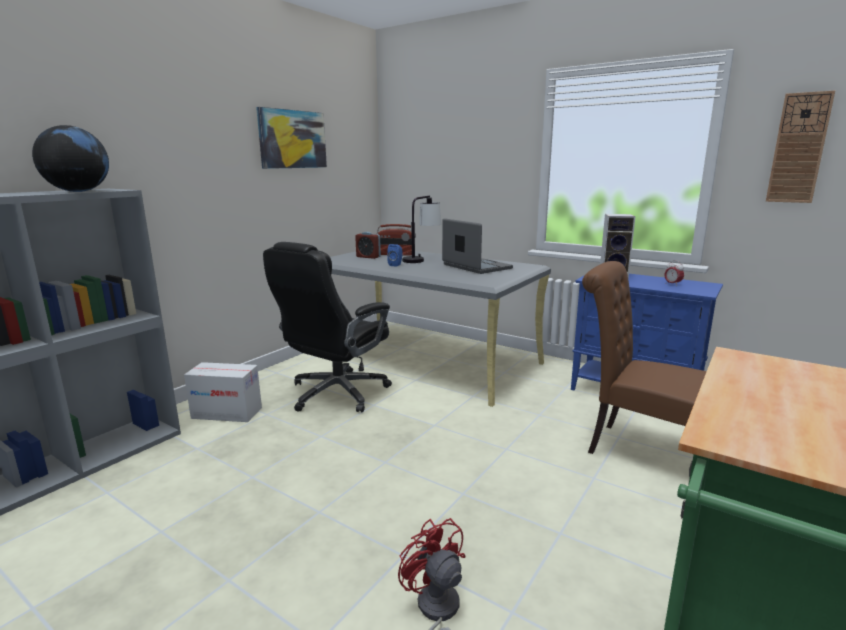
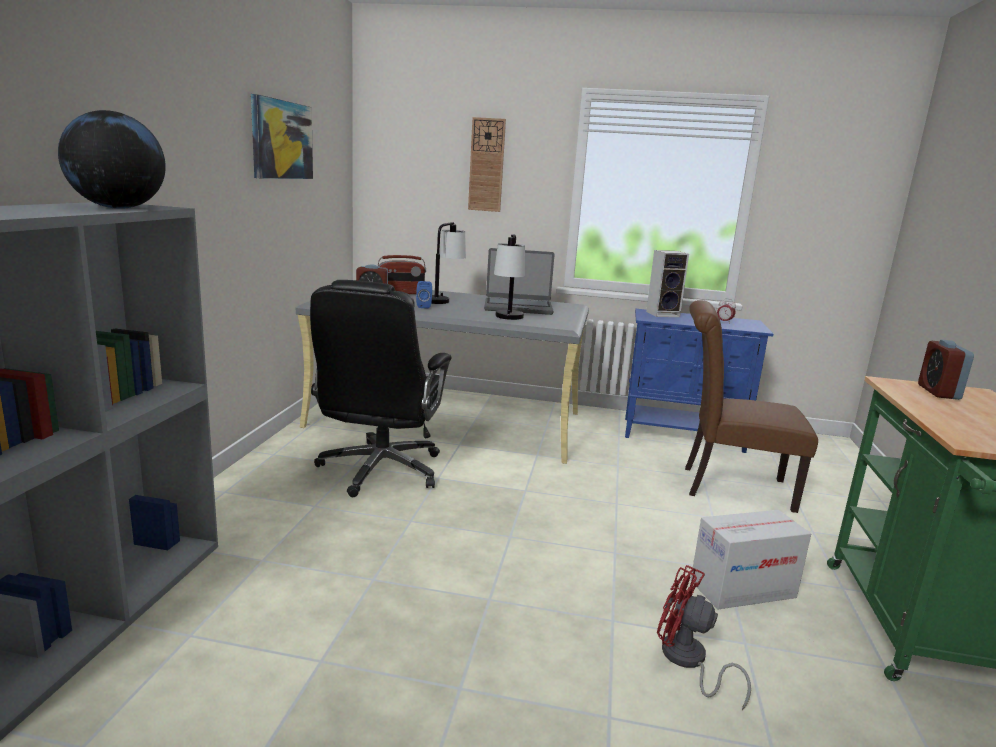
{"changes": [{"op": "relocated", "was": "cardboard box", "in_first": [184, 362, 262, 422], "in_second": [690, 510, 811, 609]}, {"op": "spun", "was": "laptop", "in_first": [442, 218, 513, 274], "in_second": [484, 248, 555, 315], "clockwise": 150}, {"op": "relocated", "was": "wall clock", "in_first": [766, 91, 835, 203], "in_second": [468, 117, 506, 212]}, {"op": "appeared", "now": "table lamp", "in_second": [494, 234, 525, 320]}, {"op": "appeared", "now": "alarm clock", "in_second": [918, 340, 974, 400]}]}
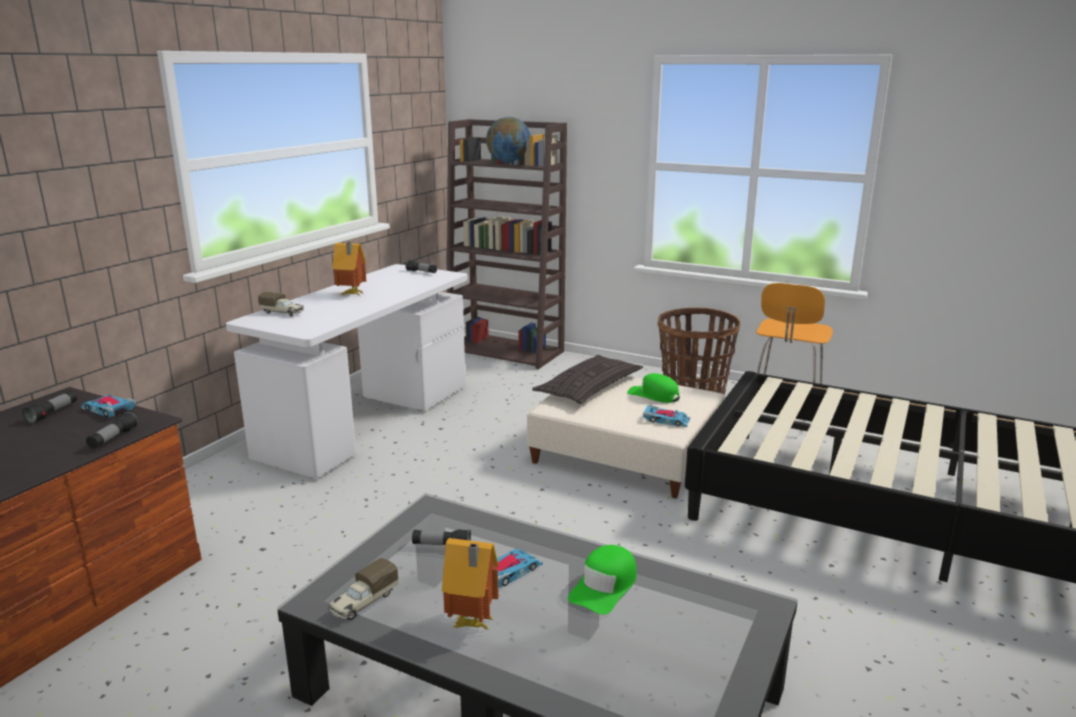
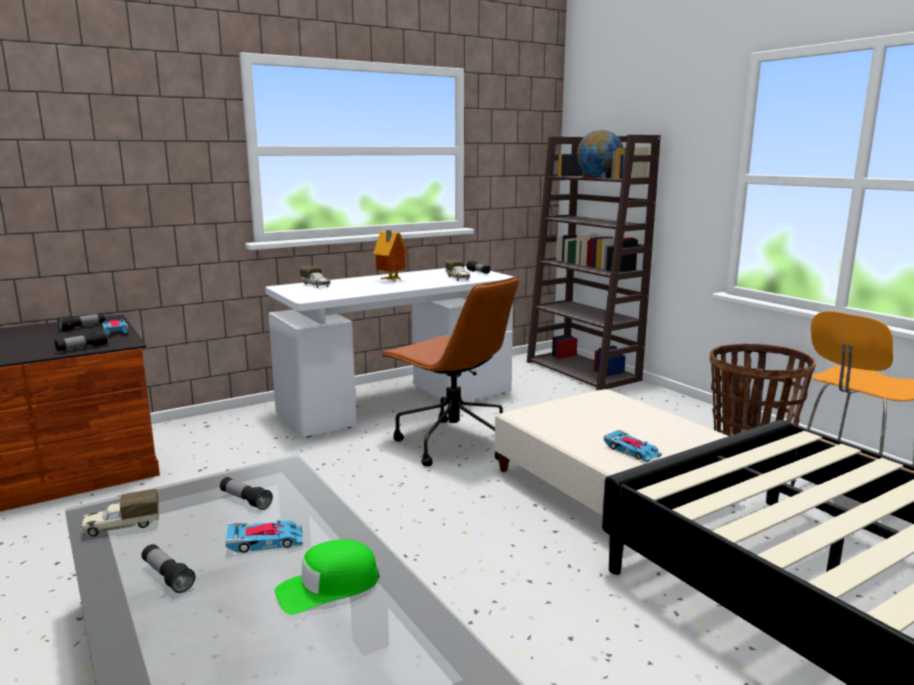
{"changes": [{"op": "exchanged", "was": "toy house", "now": "flashlight", "in_first": [442, 538, 499, 630], "in_second": [141, 544, 195, 593]}, {"op": "missing", "was": "pillow", "in_first": [532, 355, 643, 404]}, {"op": "missing", "was": "cap (green)", "in_first": [627, 373, 680, 403]}, {"op": "appeared", "now": "office chair (brown)", "in_second": [380, 276, 519, 466]}, {"op": "appeared", "now": "toy truck", "in_second": [446, 259, 471, 281]}]}
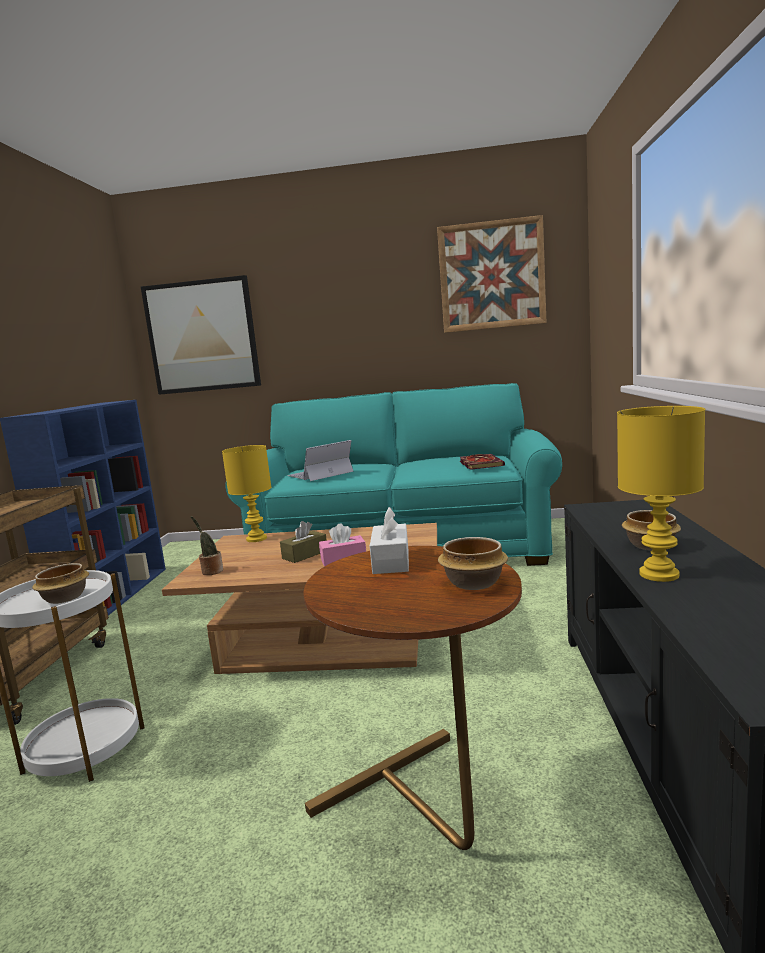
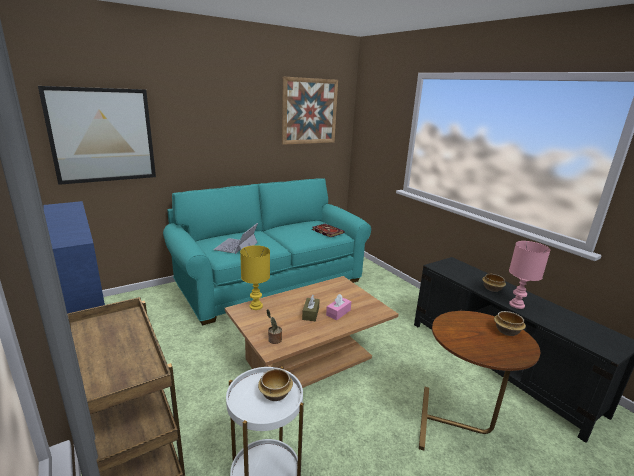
{"changes": [{"op": "missing", "was": "tissue box (white)", "in_first": [370, 507, 409, 574]}, {"op": "colour", "was": "table lamp (yellow)", "now": "table lamp (pink)", "in_first": [617, 406, 705, 582], "in_second": [509, 241, 551, 309]}]}
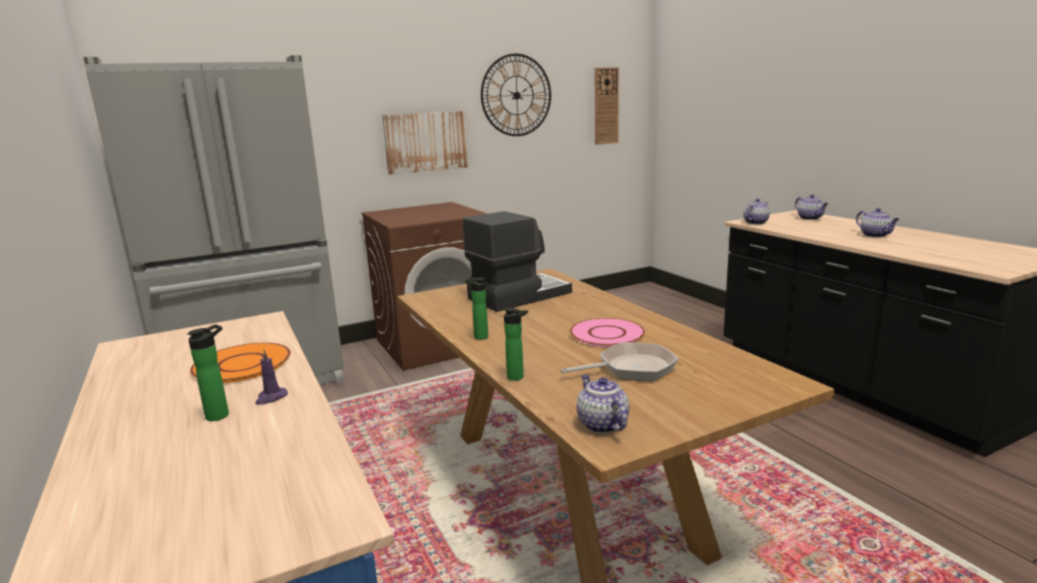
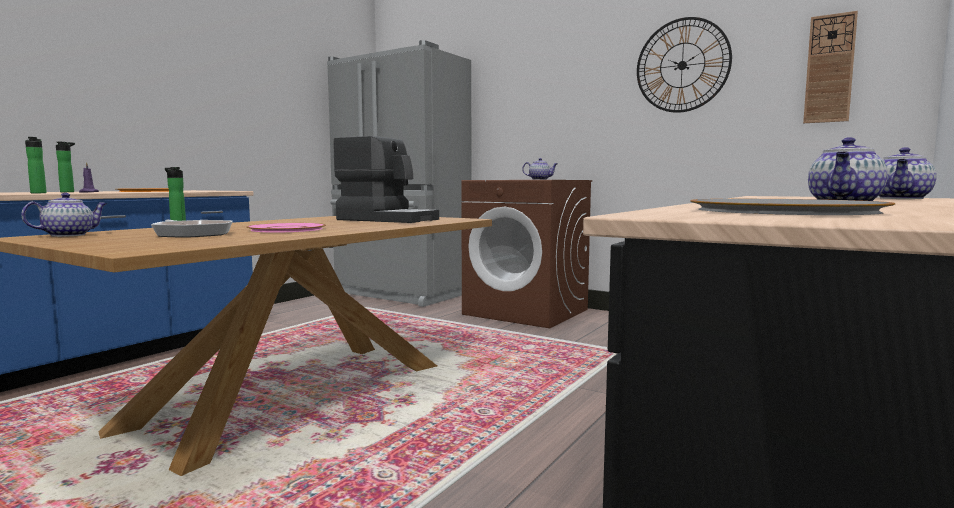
{"changes": [{"op": "missing", "was": "picture", "in_first": [382, 111, 469, 175]}, {"op": "relocated", "was": "bottle", "in_first": [464, 278, 488, 340], "in_second": [25, 137, 47, 193]}, {"op": "relocated", "was": "teapot", "in_first": [743, 198, 770, 224], "in_second": [522, 158, 557, 180]}, {"op": "appeared", "now": "plate (grey)", "in_second": [690, 199, 896, 215]}]}
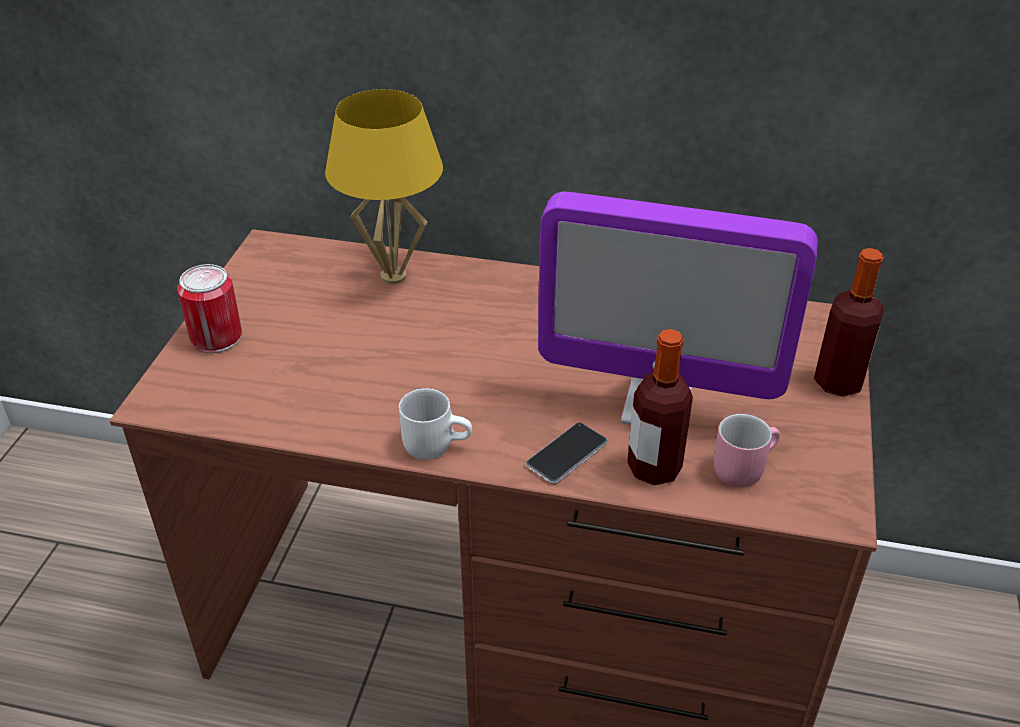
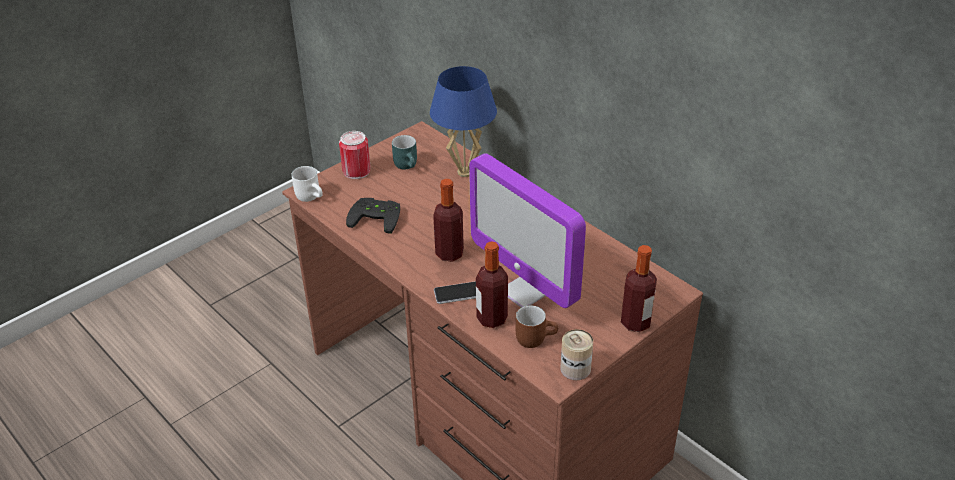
{"changes": [{"op": "colour", "was": "table lamp (yellow)", "now": "table lamp (blue)", "in_first": [325, 89, 443, 284], "in_second": [430, 66, 497, 177]}, {"op": "relocated", "was": "mug (white)", "in_first": [399, 388, 472, 460], "in_second": [292, 166, 323, 202]}, {"op": "colour", "was": "mug (pink)", "now": "mug (brown)", "in_first": [714, 414, 780, 488], "in_second": [516, 305, 558, 348]}, {"op": "appeared", "now": "game controller (black)", "in_second": [346, 198, 400, 234]}, {"op": "appeared", "now": "mug (turquoise)", "in_second": [392, 135, 417, 169]}, {"op": "appeared", "now": "bottle", "in_second": [433, 179, 464, 262]}, {"op": "appeared", "now": "can", "in_second": [560, 329, 593, 380]}]}
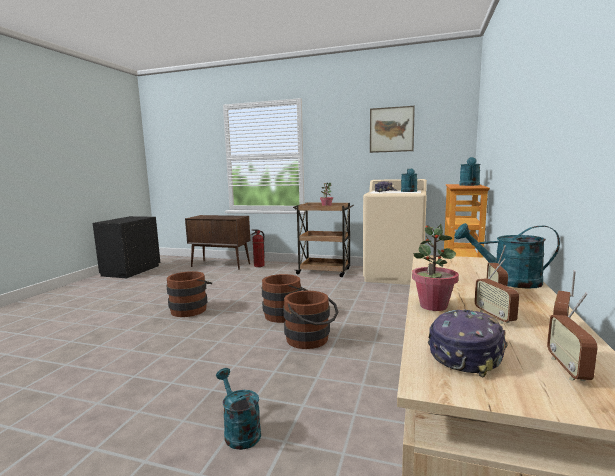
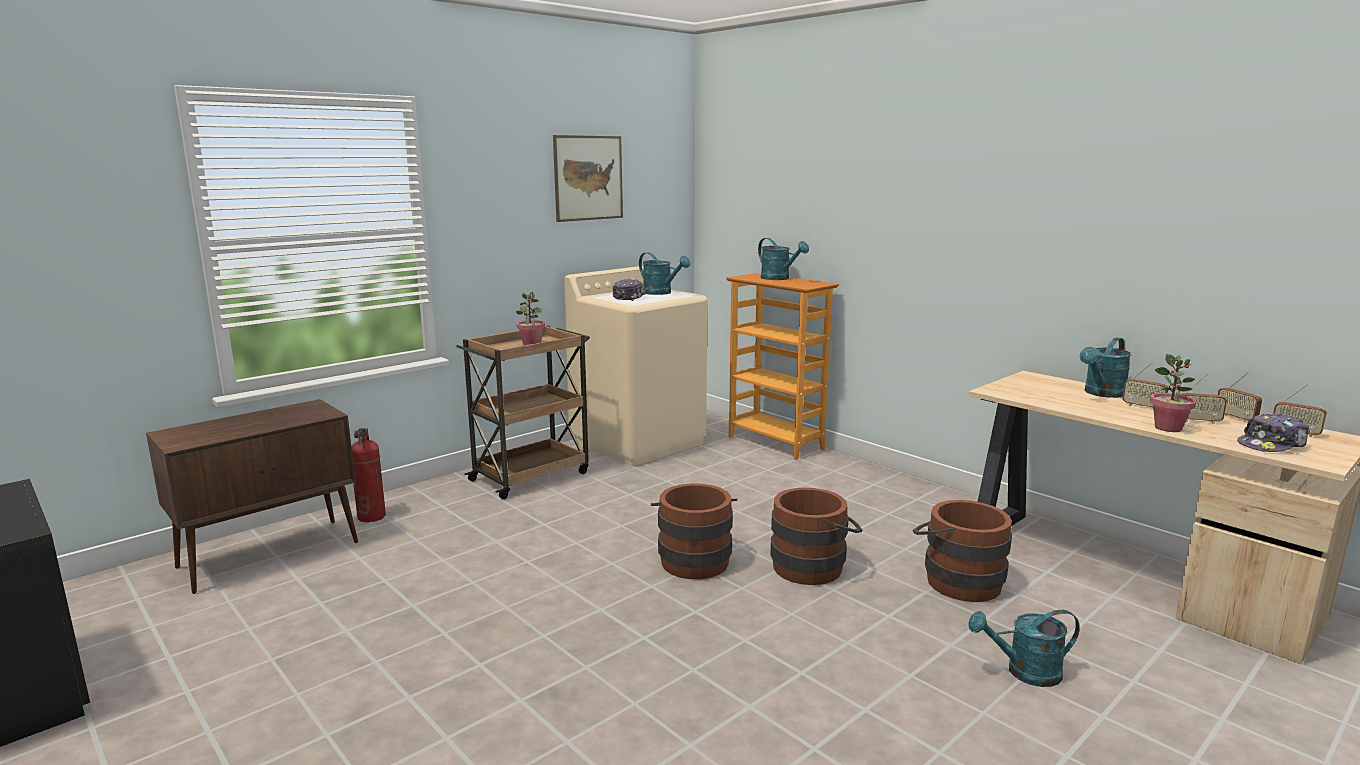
{"changes": [{"op": "relocated", "was": "bucket (brown)", "in_first": [167, 271, 212, 317], "in_second": [913, 500, 1012, 602]}, {"op": "spun", "was": "cap", "in_first": [428, 310, 508, 377], "in_second": [1237, 413, 1310, 452], "clockwise": -90}]}
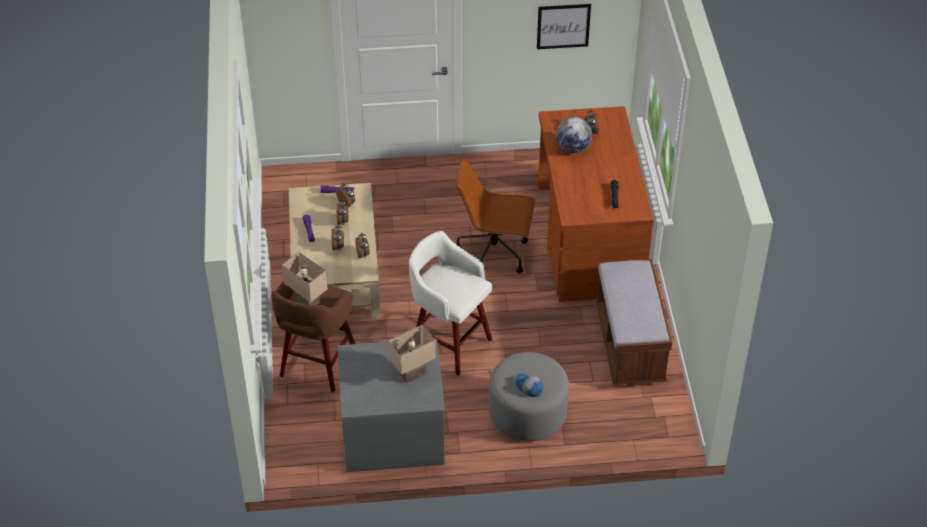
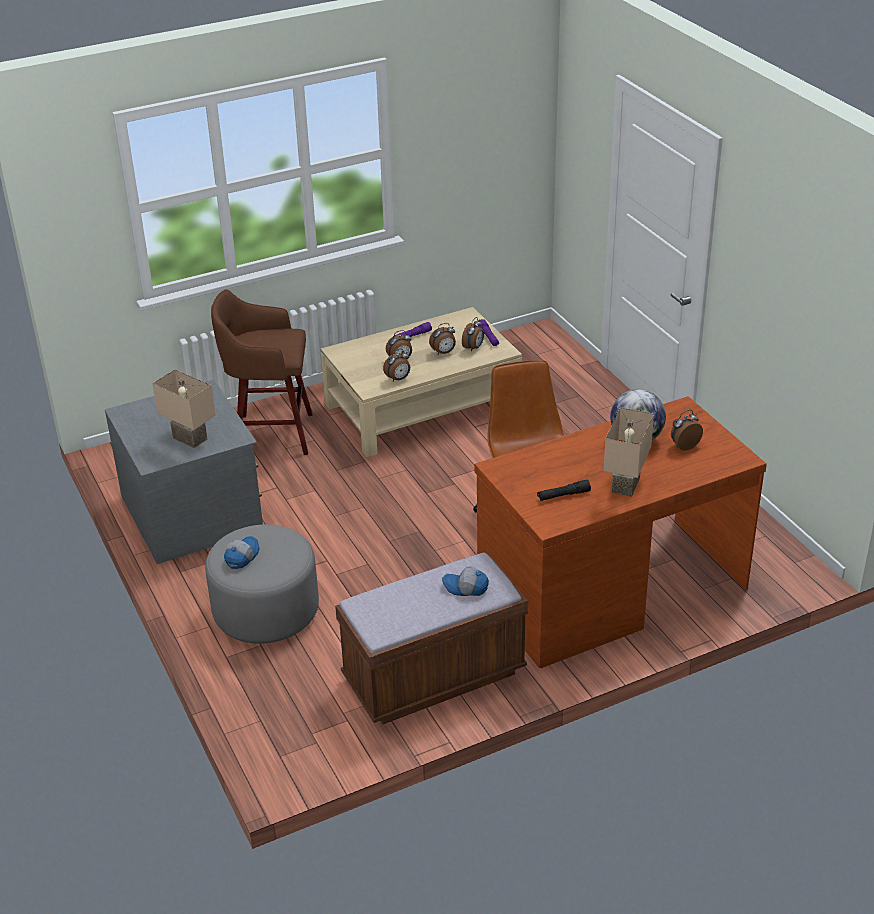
{"changes": [{"op": "relocated", "was": "table lamp (beige)", "in_first": [282, 252, 328, 305], "in_second": [604, 407, 654, 497]}, {"op": "missing", "was": "stool (white)", "in_first": [409, 231, 492, 376]}, {"op": "missing", "was": "picture", "in_first": [537, 4, 591, 49]}, {"op": "appeared", "now": "cap", "in_second": [442, 566, 489, 596]}]}
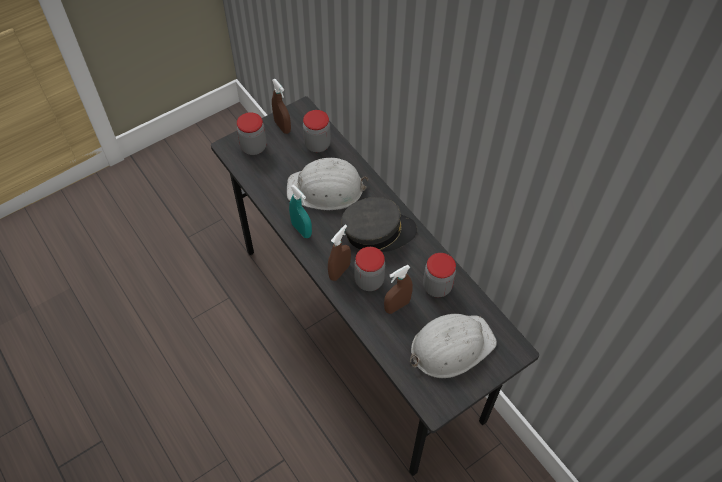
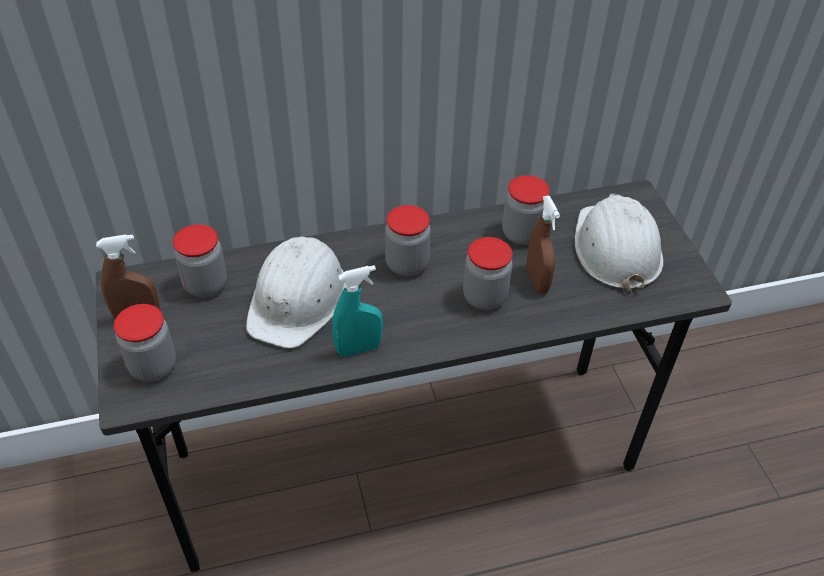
{"changes": [{"op": "missing", "was": "spray bottle (brown)", "in_first": [328, 225, 351, 281]}, {"op": "exchanged", "was": "cap (grey)", "now": "jar", "in_first": [341, 197, 417, 252], "in_second": [385, 205, 431, 276]}]}
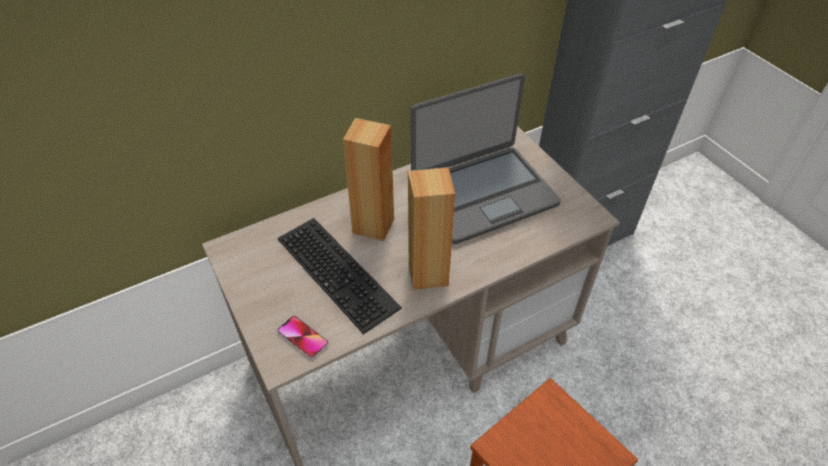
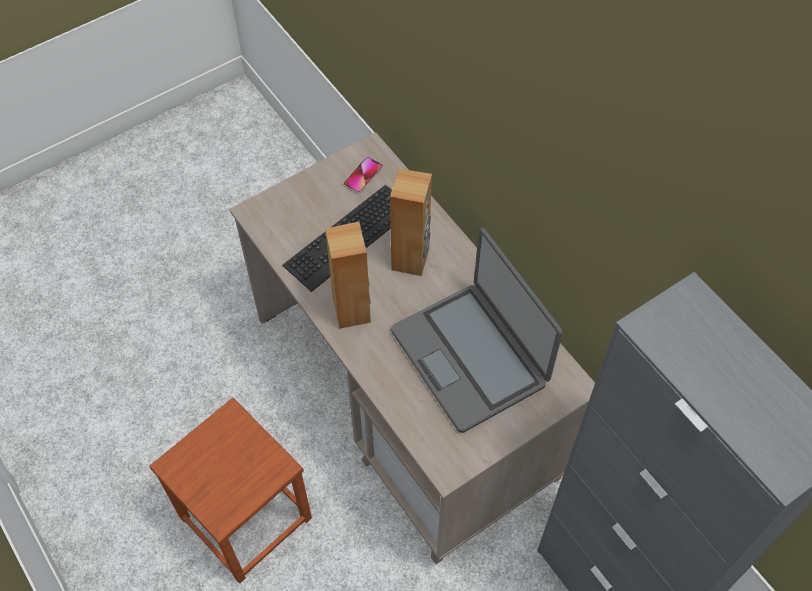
{"changes": [{"op": "relocated", "was": "phone", "in_first": [277, 315, 329, 359], "in_second": [343, 157, 383, 194]}]}
